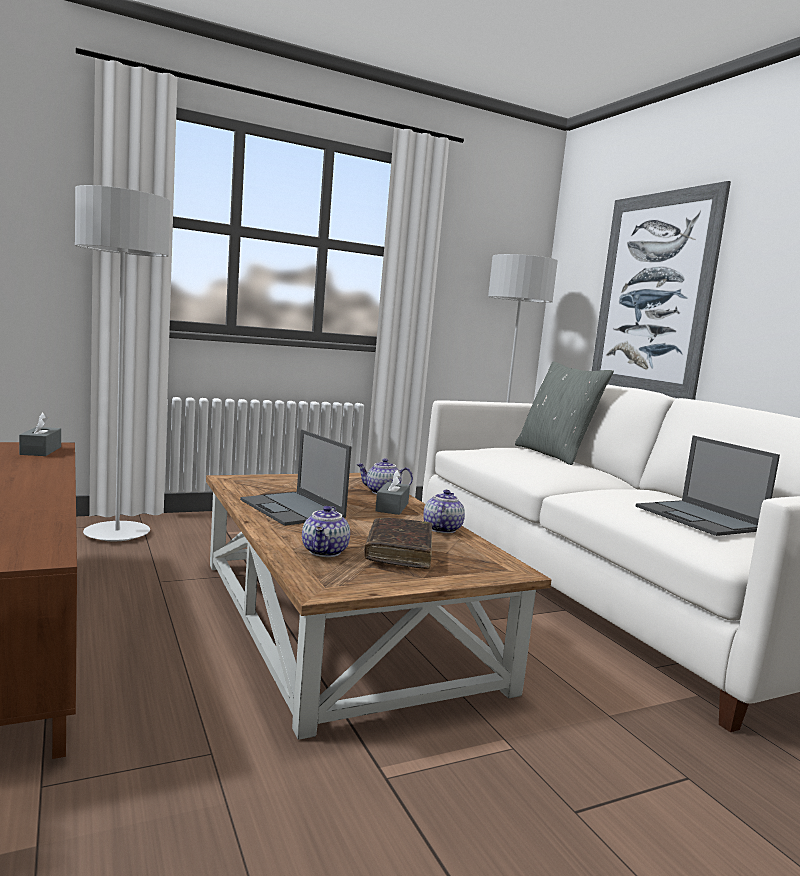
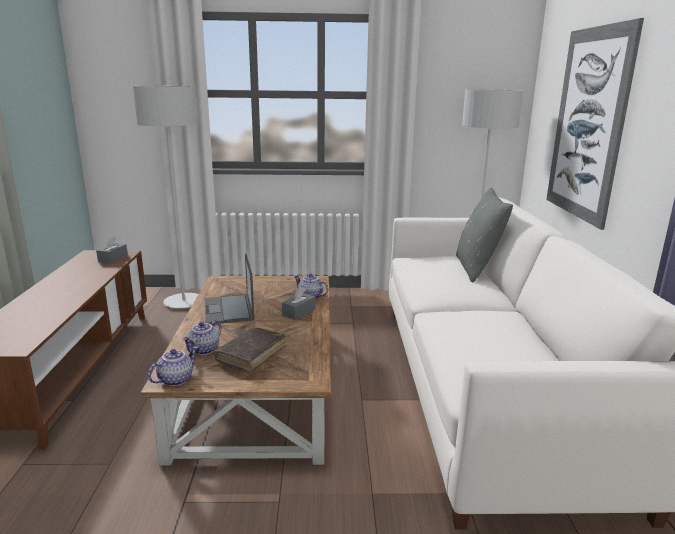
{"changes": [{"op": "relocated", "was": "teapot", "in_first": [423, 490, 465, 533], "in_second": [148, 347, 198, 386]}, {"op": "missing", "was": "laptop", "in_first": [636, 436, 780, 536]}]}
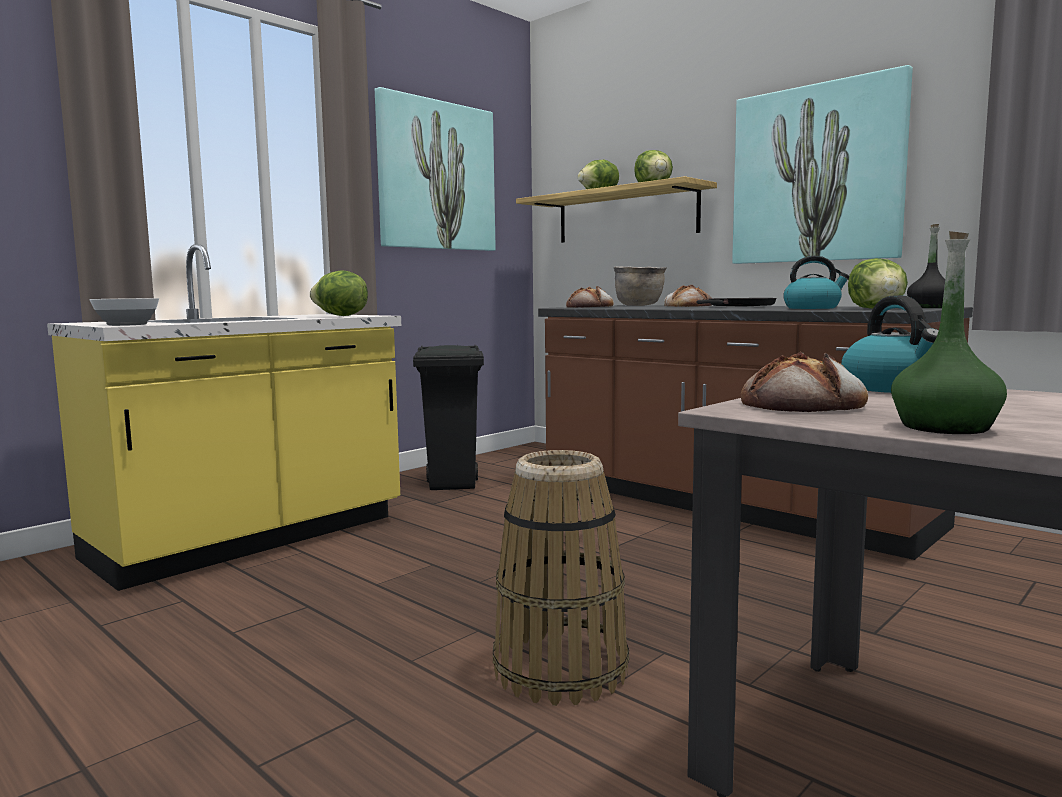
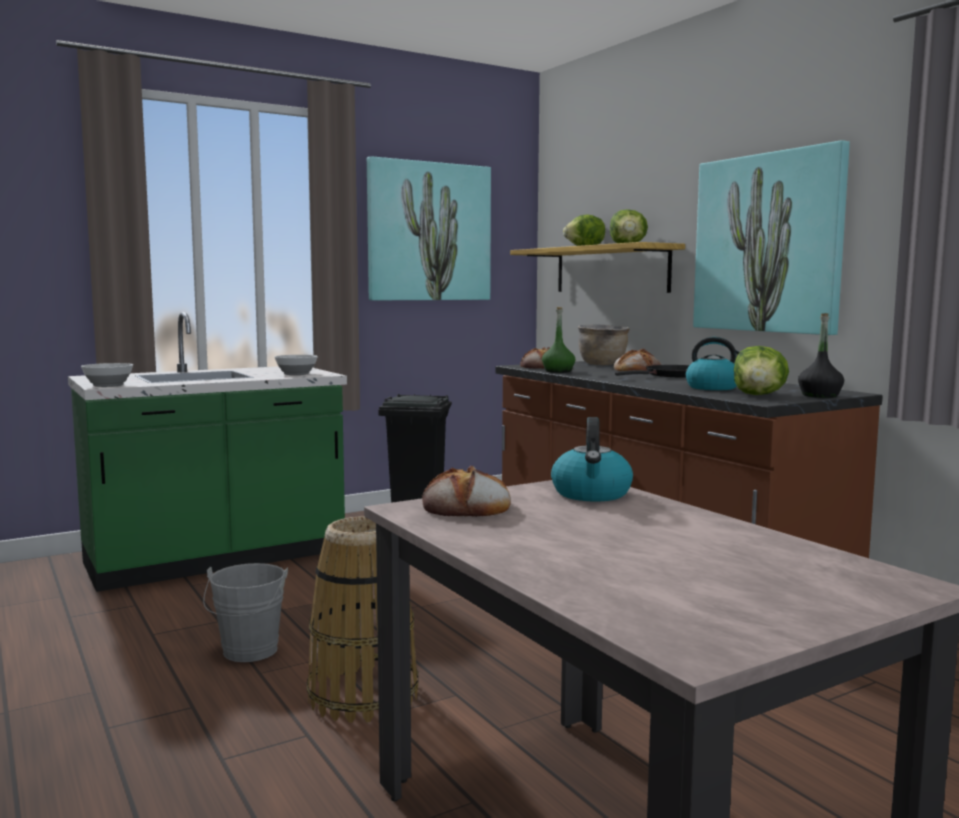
{"changes": [{"op": "colour", "was": "counter (yellow)", "now": "counter (green)", "in_first": [47, 244, 401, 591], "in_second": [68, 312, 347, 592]}, {"op": "exchanged", "was": "lettuce", "now": "bowl", "in_first": [310, 270, 368, 316], "in_second": [275, 355, 318, 375]}, {"op": "relocated", "was": "bottle (green)", "in_first": [891, 231, 1007, 434], "in_second": [542, 307, 575, 373]}, {"op": "appeared", "now": "bucket (grey)", "in_second": [203, 563, 288, 662]}]}
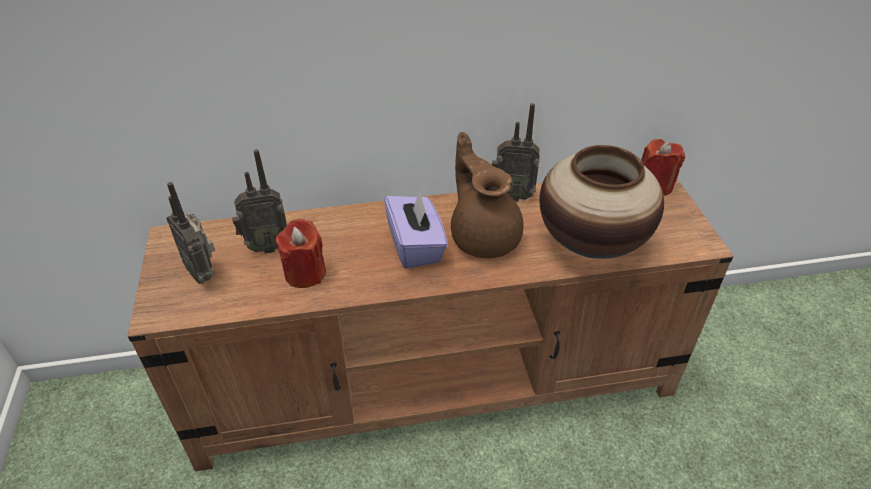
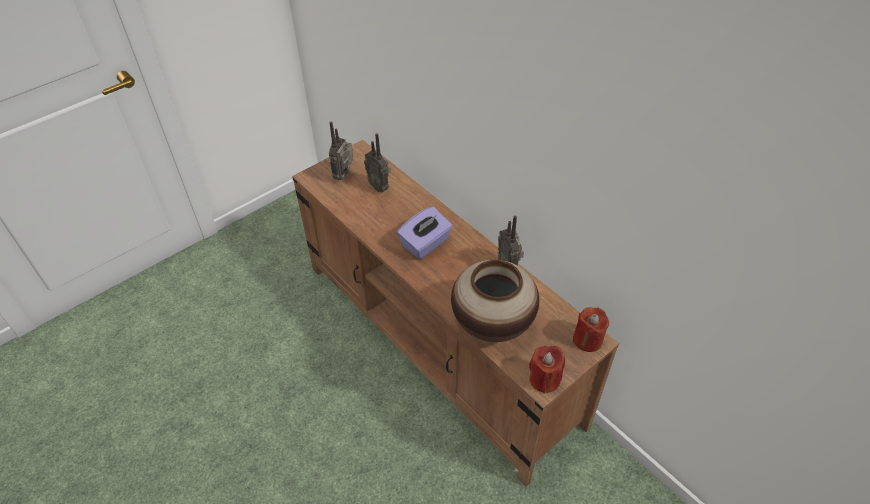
{"changes": [{"op": "relocated", "was": "candle (red)", "in_first": [275, 219, 326, 288], "in_second": [529, 346, 565, 394]}, {"op": "missing", "was": "teapot (brown)", "in_first": [451, 132, 524, 258]}]}
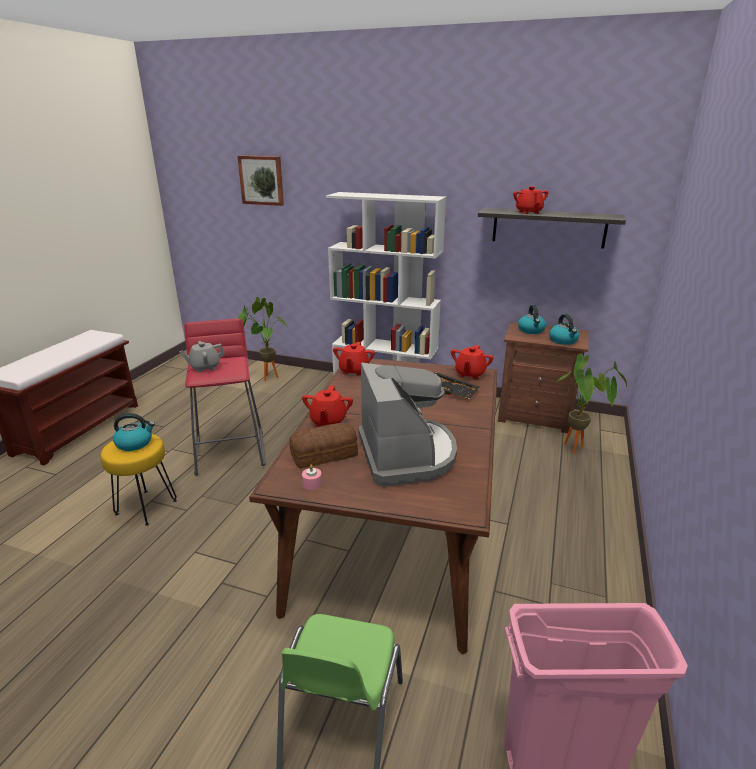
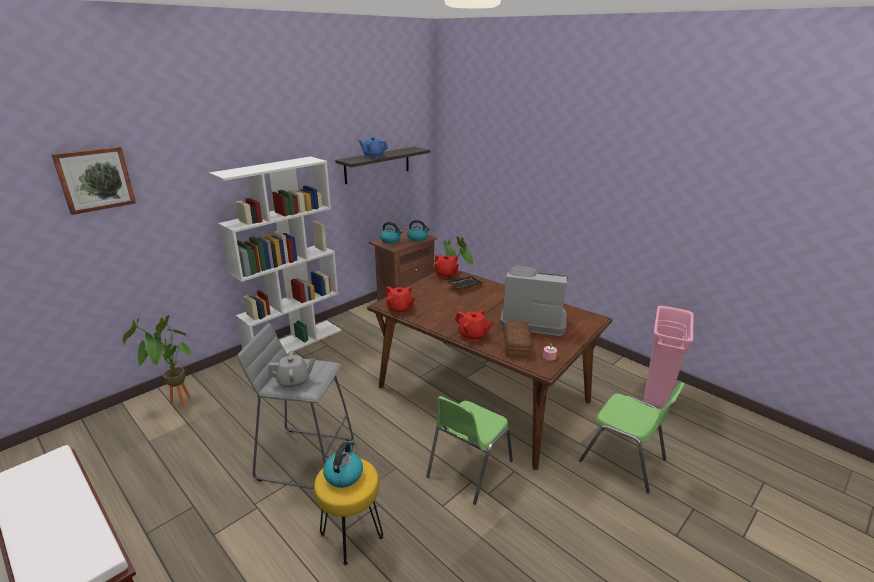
{"changes": [{"op": "spun", "was": "teapot (grey)", "in_first": [179, 341, 225, 372], "in_second": [268, 351, 315, 389], "clockwise": -105}, {"op": "colour", "was": "stool (red)", "now": "stool (grey)", "in_first": [184, 318, 266, 476], "in_second": [237, 323, 354, 489]}, {"op": "colour", "was": "teapot (red)", "now": "teapot (blue)", "in_first": [513, 186, 549, 214], "in_second": [359, 137, 388, 158]}, {"op": "appeared", "now": "chair (green)", "in_second": [426, 396, 513, 505]}]}
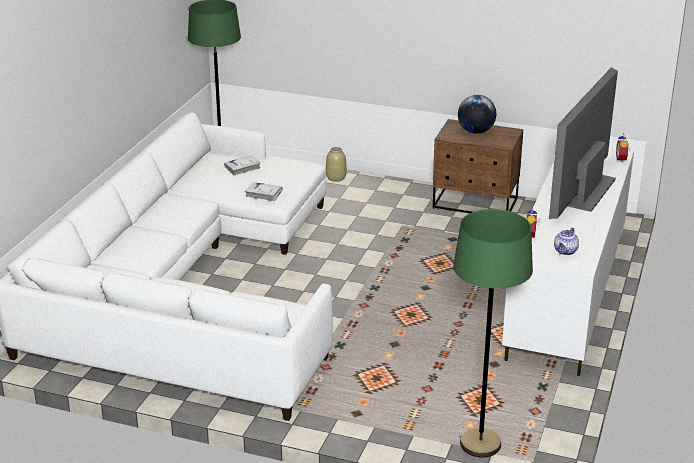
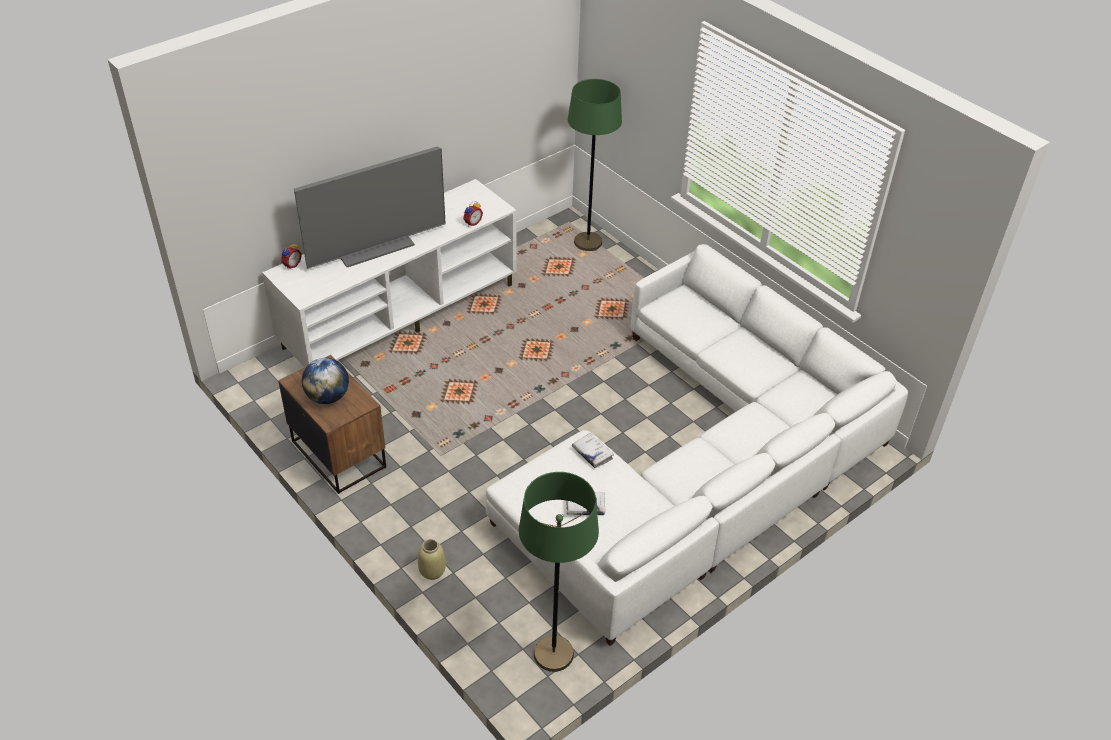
{"changes": [{"op": "missing", "was": "teapot", "in_first": [554, 227, 579, 255]}]}
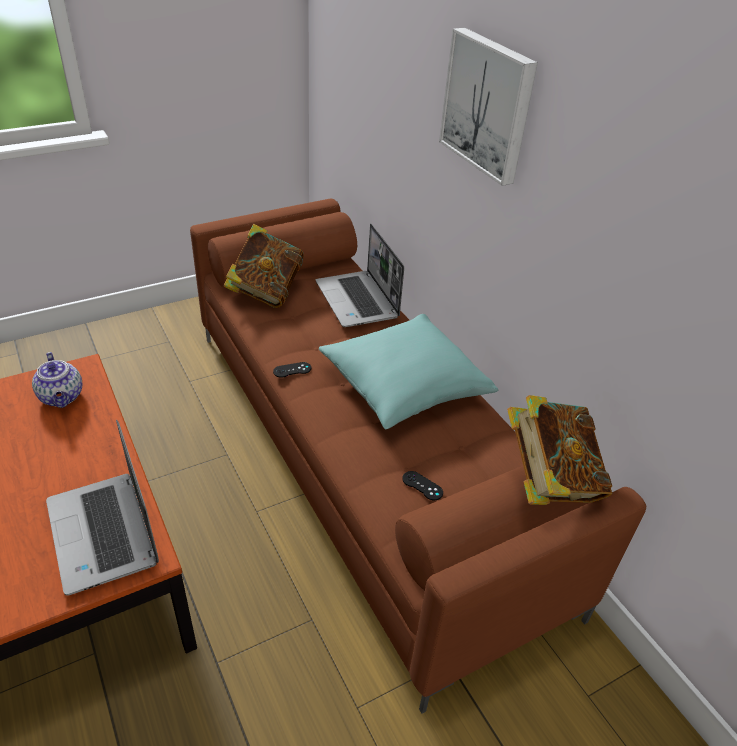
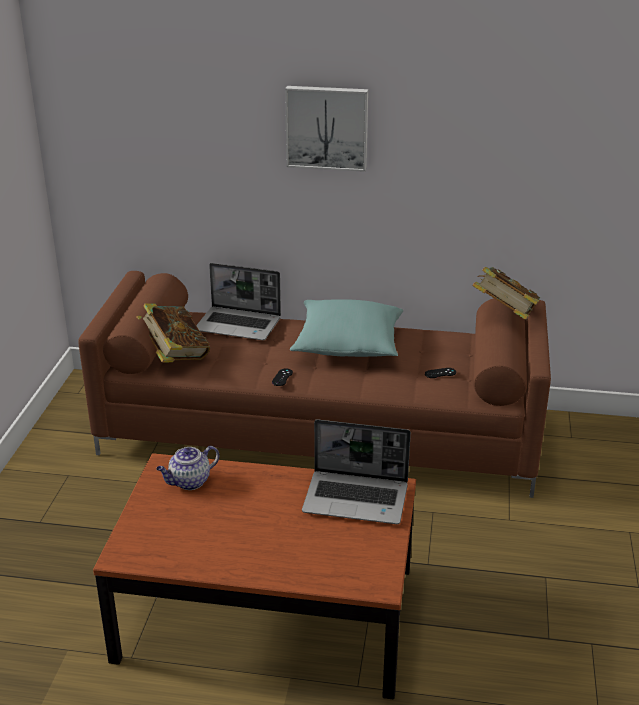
{"changes": [{"op": "spun", "was": "teapot", "in_first": [32, 352, 82, 408], "in_second": [156, 446, 219, 490], "clockwise": 135}]}
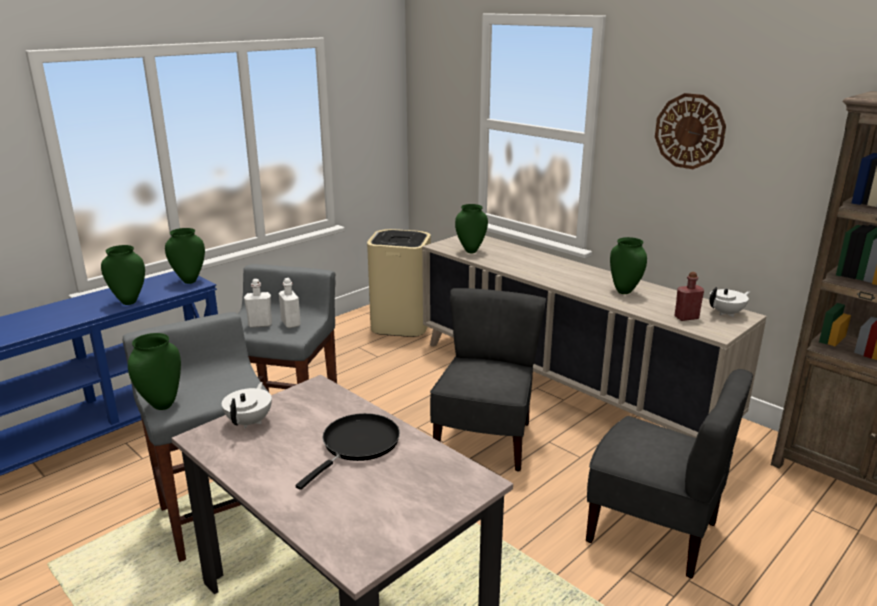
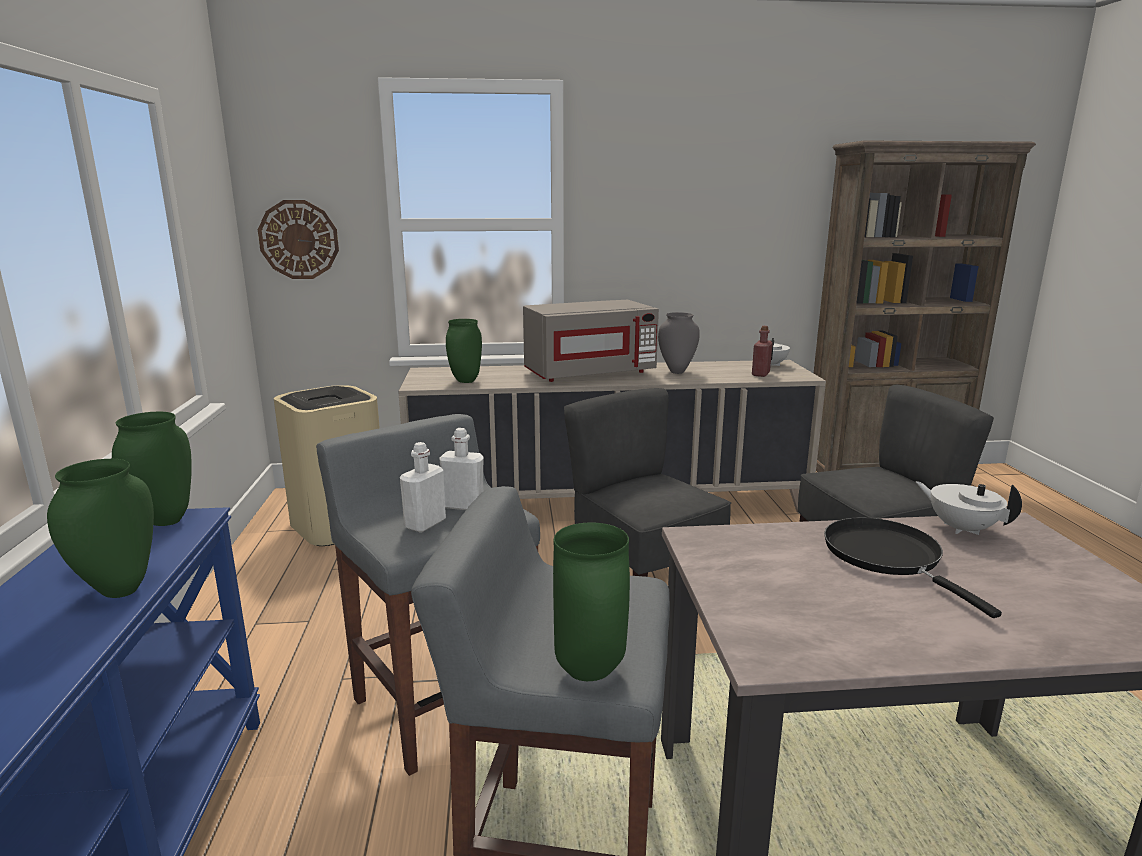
{"changes": [{"op": "relocated", "was": "teapot (white)", "in_first": [222, 382, 272, 429], "in_second": [916, 481, 1022, 535]}, {"op": "colour", "was": "vase (green)", "now": "vase (grey)", "in_first": [610, 237, 647, 294], "in_second": [658, 312, 700, 374]}, {"op": "relocated", "was": "wall clock", "in_first": [655, 93, 726, 169], "in_second": [258, 200, 339, 279]}, {"op": "appeared", "now": "microwave (grey)", "in_second": [523, 300, 659, 382]}]}
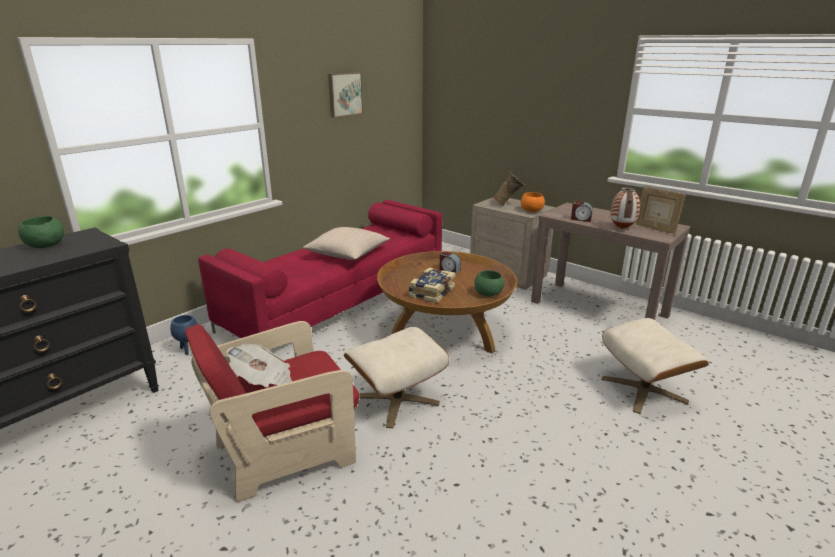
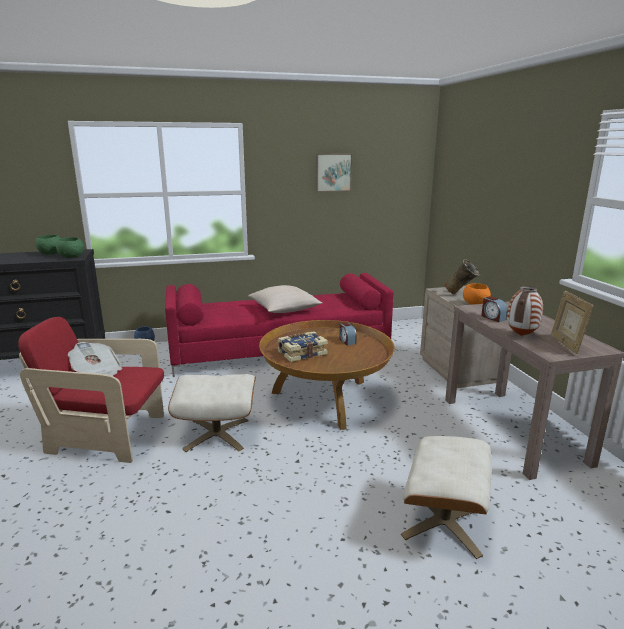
{"changes": [{"op": "relocated", "was": "bowl (green)", "in_first": [474, 270, 504, 297], "in_second": [56, 237, 84, 258]}]}
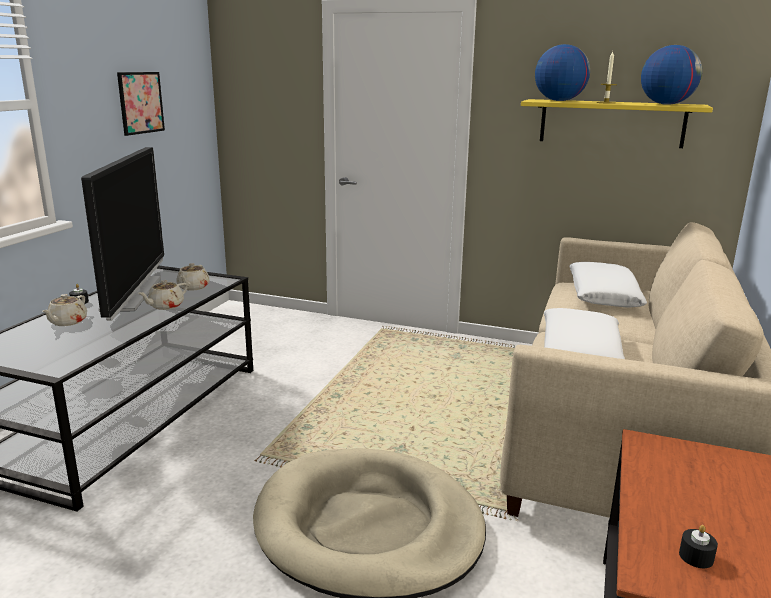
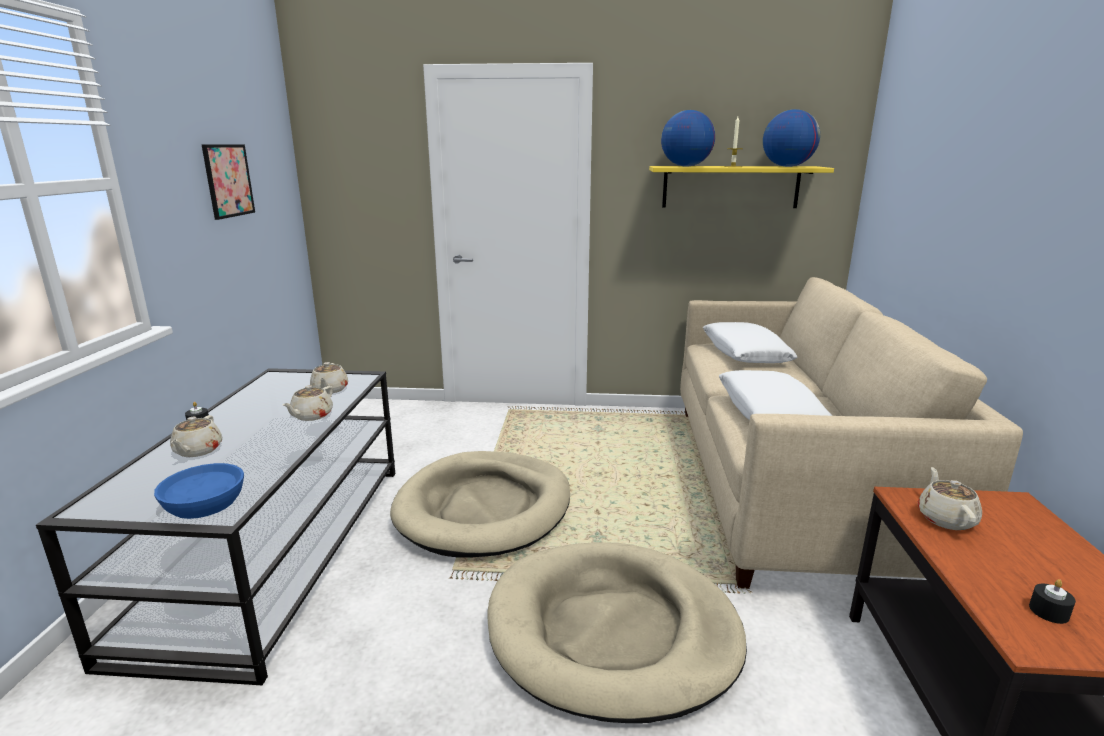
{"changes": [{"op": "missing", "was": "television", "in_first": [81, 147, 164, 321]}, {"op": "appeared", "now": "bowl (blue)", "in_second": [154, 463, 244, 519]}, {"op": "appeared", "now": "dog bed (beige)", "in_second": [390, 451, 570, 558]}, {"op": "appeared", "now": "teapot (beige)", "in_second": [918, 467, 982, 530]}]}
